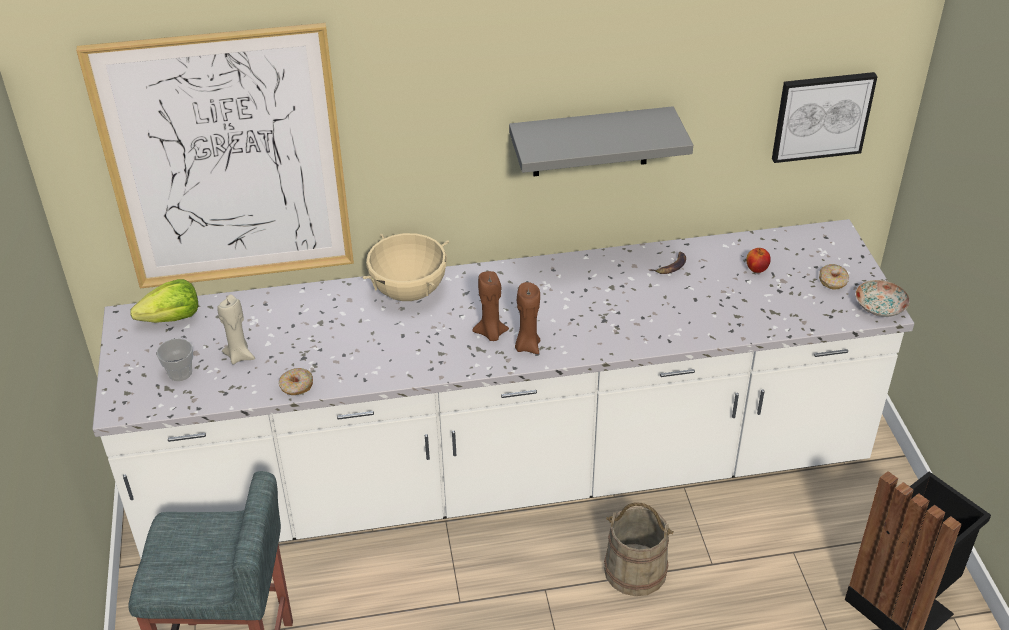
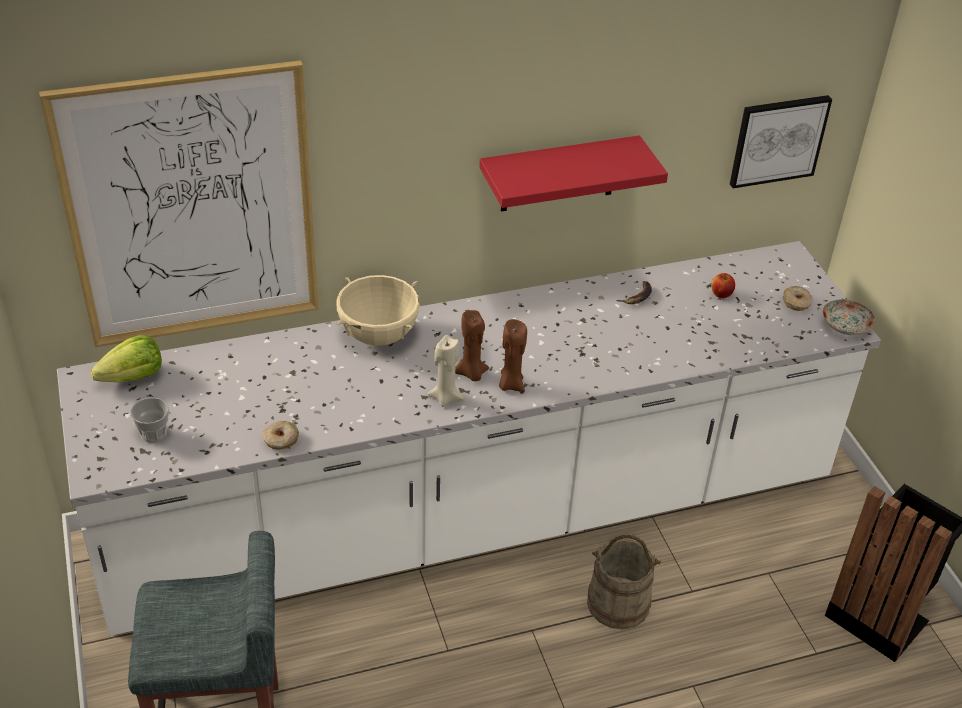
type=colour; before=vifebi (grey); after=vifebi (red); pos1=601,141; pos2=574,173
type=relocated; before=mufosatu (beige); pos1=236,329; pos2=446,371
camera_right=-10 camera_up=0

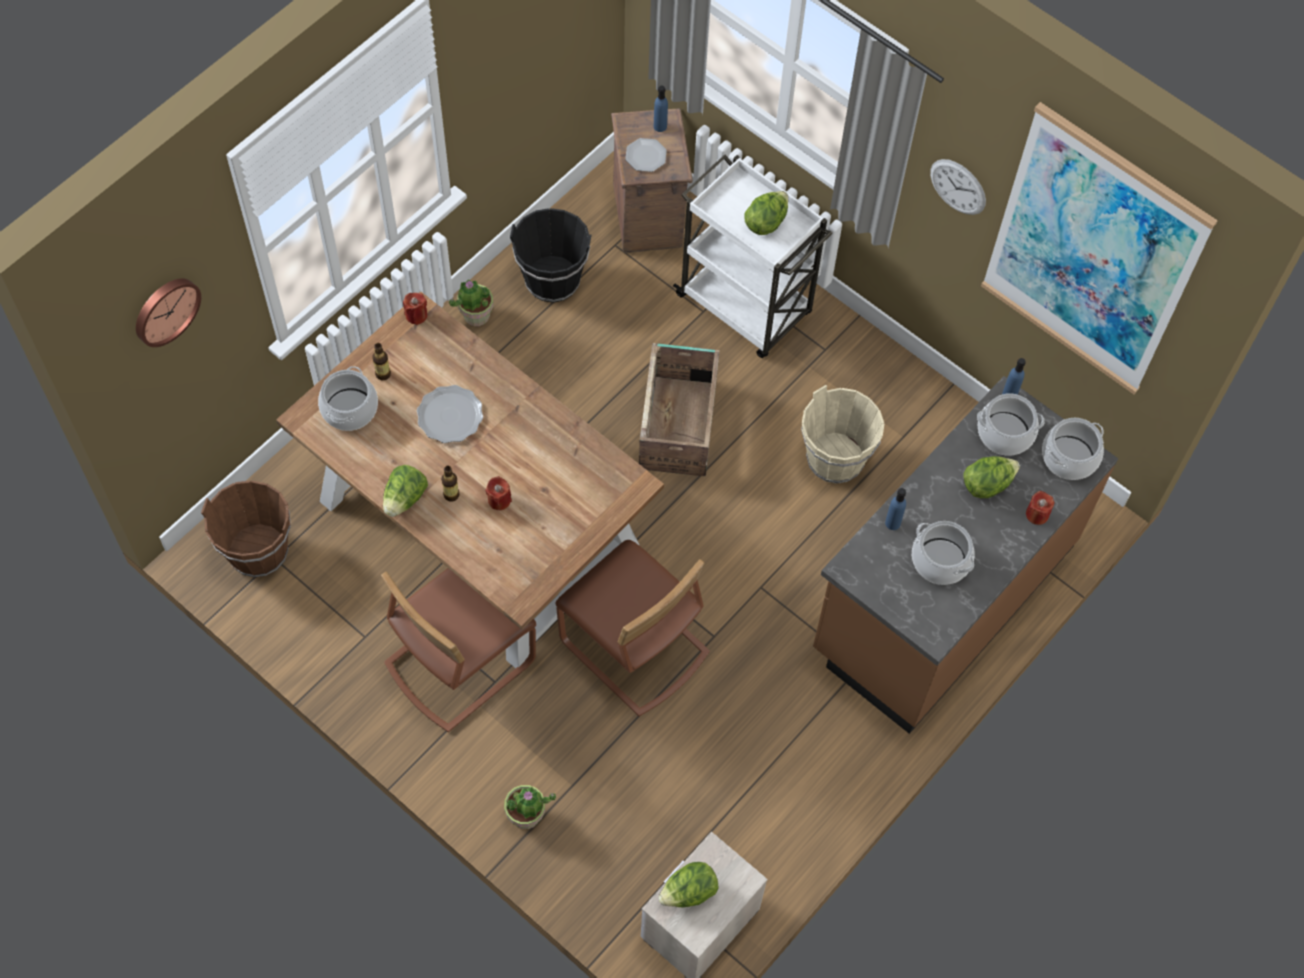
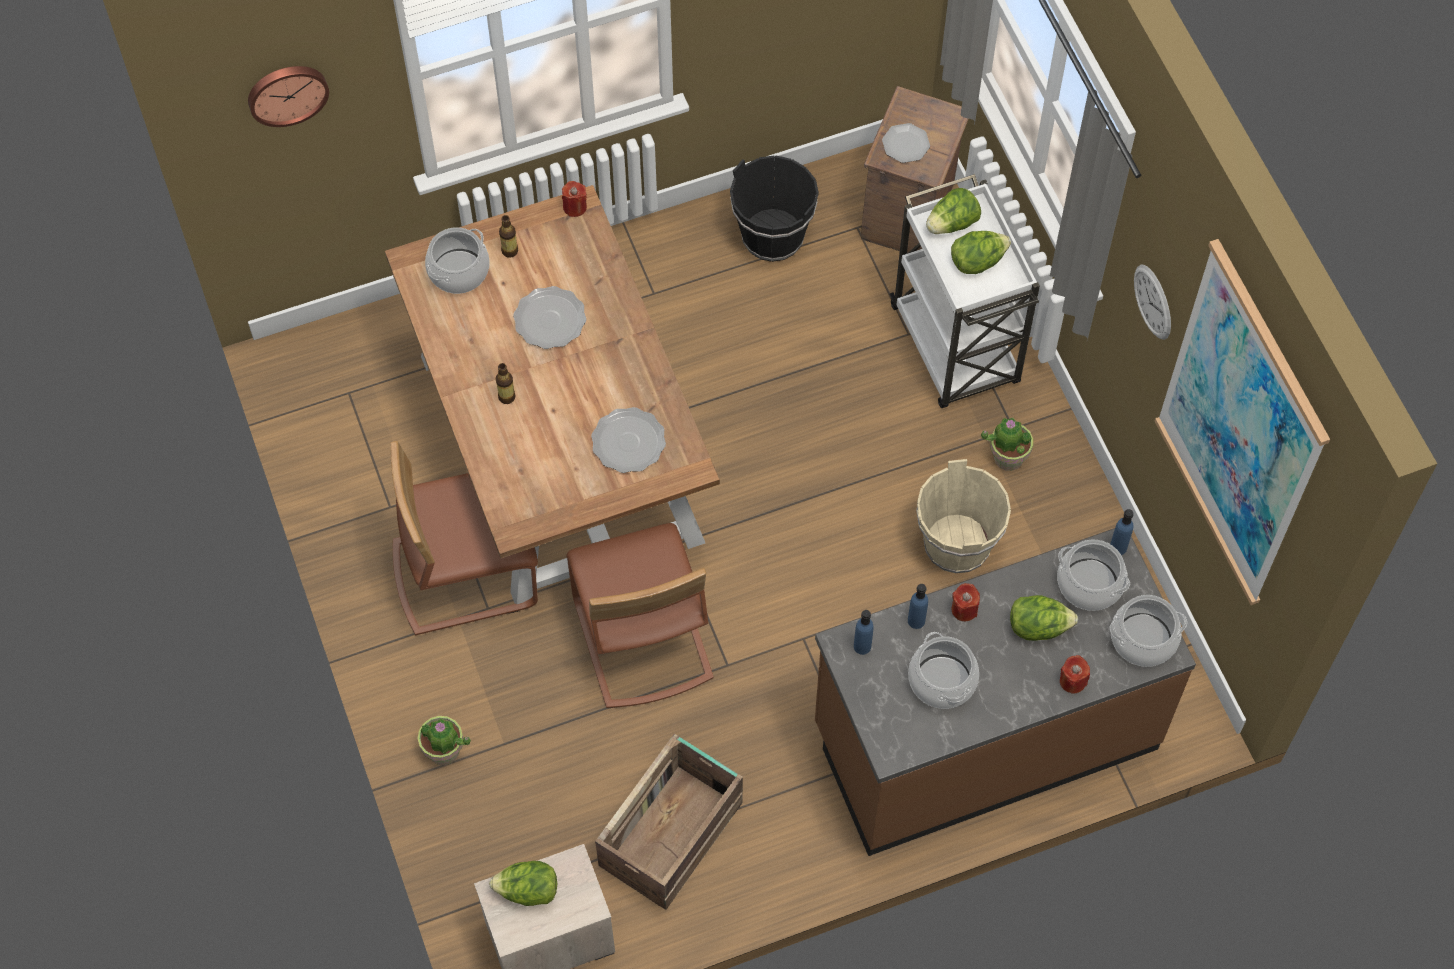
type=relocated; before=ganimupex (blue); pos1=661,109; pos2=863,632
type=relocated; before=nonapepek; pos1=471,302; pos2=1007,444
type=relocated; before=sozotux; pos1=679,410; pos2=669,822
type=relocated; before=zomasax; pos1=405,491; pos2=953,211
type=relocated; before=mufosatu (red); pos1=498,493; pos2=966,602
type=missing; before=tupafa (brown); pos1=246,528
type=appeared; after=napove; pos2=628,440
camera_right=30 camera_up=0

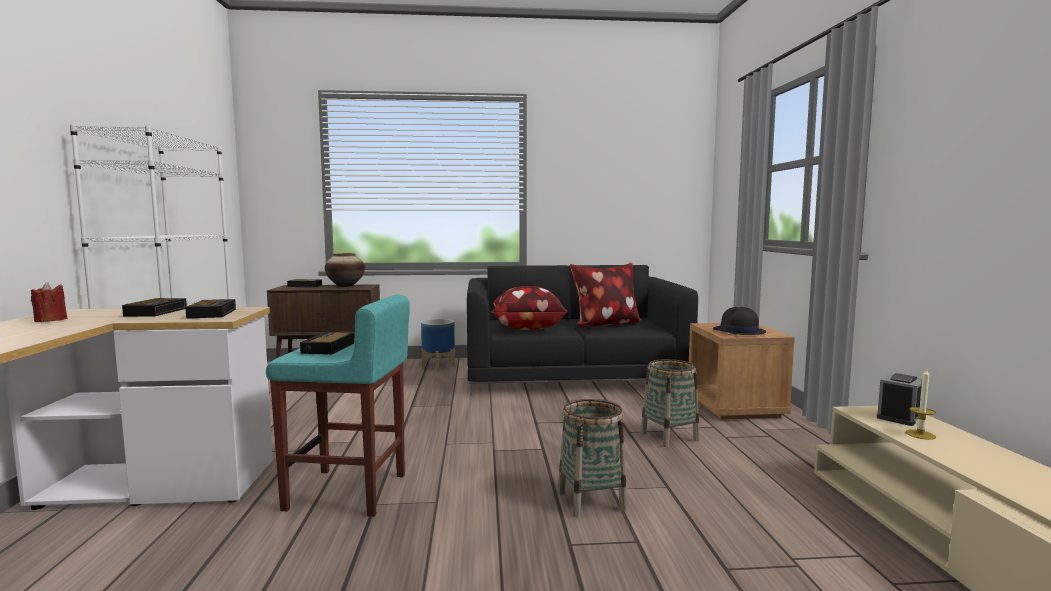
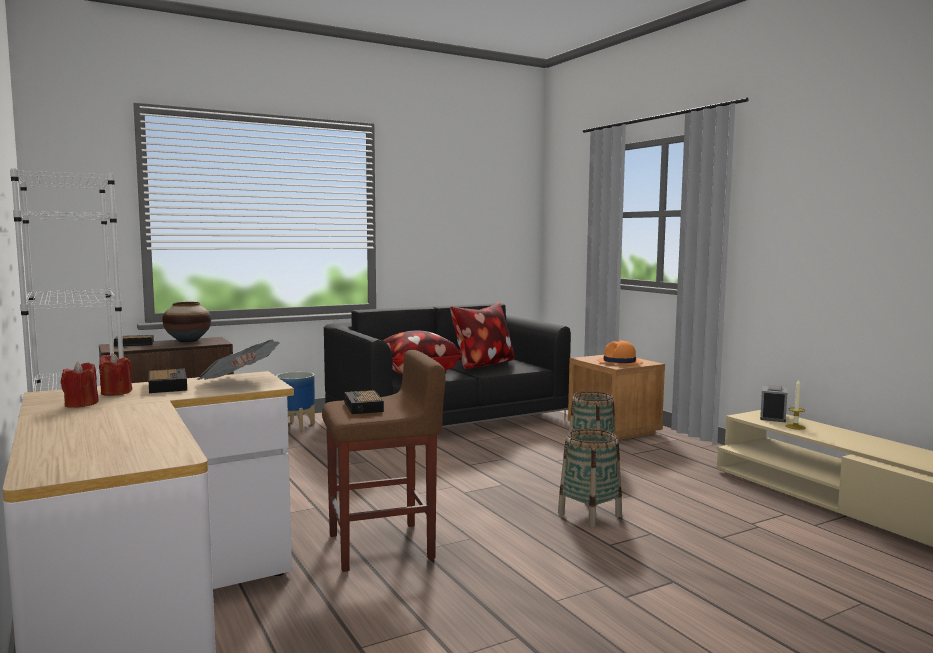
type=colour; before=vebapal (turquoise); after=vebapal (brown); pos1=338,405; pos2=384,461
type=exchanged; before=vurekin; after=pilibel; pos1=210,309; pos2=237,360
type=colour; before=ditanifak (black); after=ditanifak (orange); pos1=739,321; pos2=619,353
type=appeared; after=mufosatu (red); pos2=115,374
camera_right=-25 camera_up=0

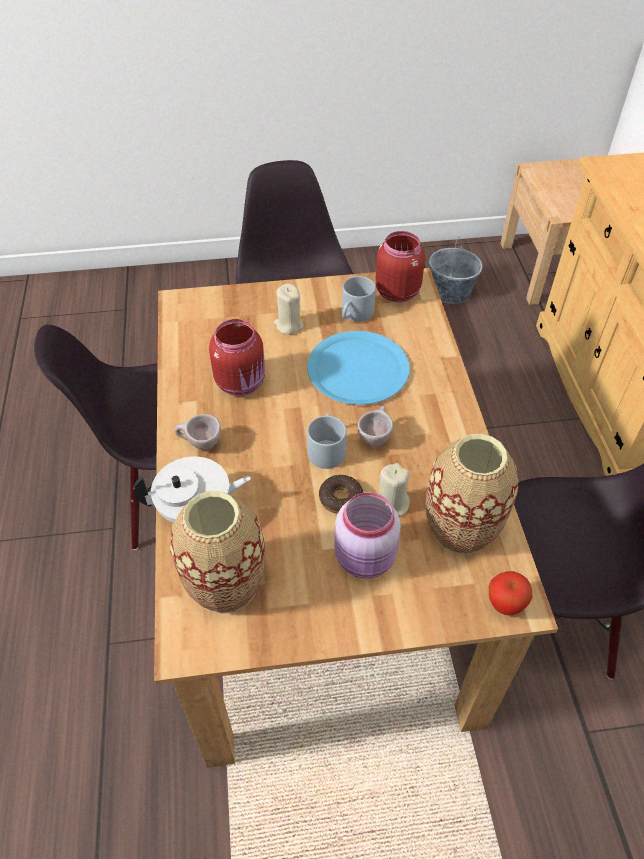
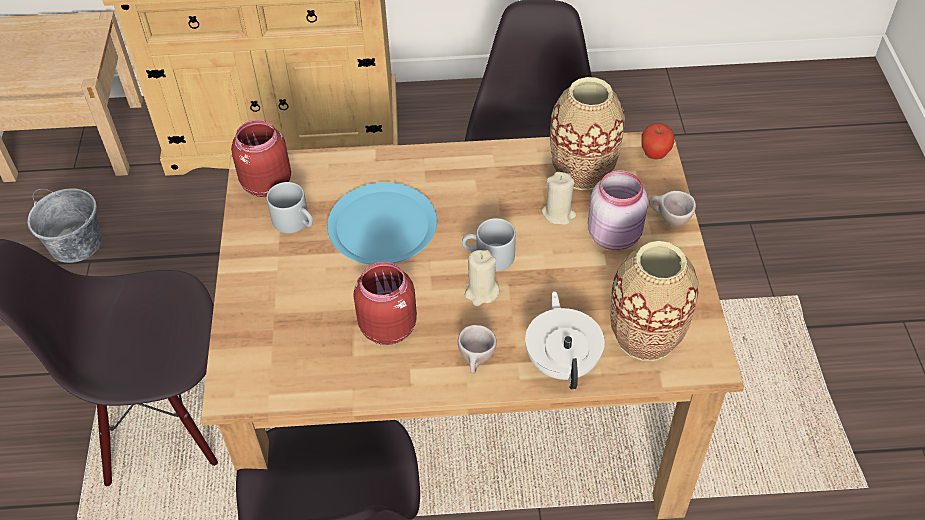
type=relocated; before=mufosatu (beige); pos1=289,309; pos2=482,278
type=relocated; before=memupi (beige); pos1=375,426; pos2=672,208
type=missing; before=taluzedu; pos1=341,494
camera_right=-85 camera_up=0

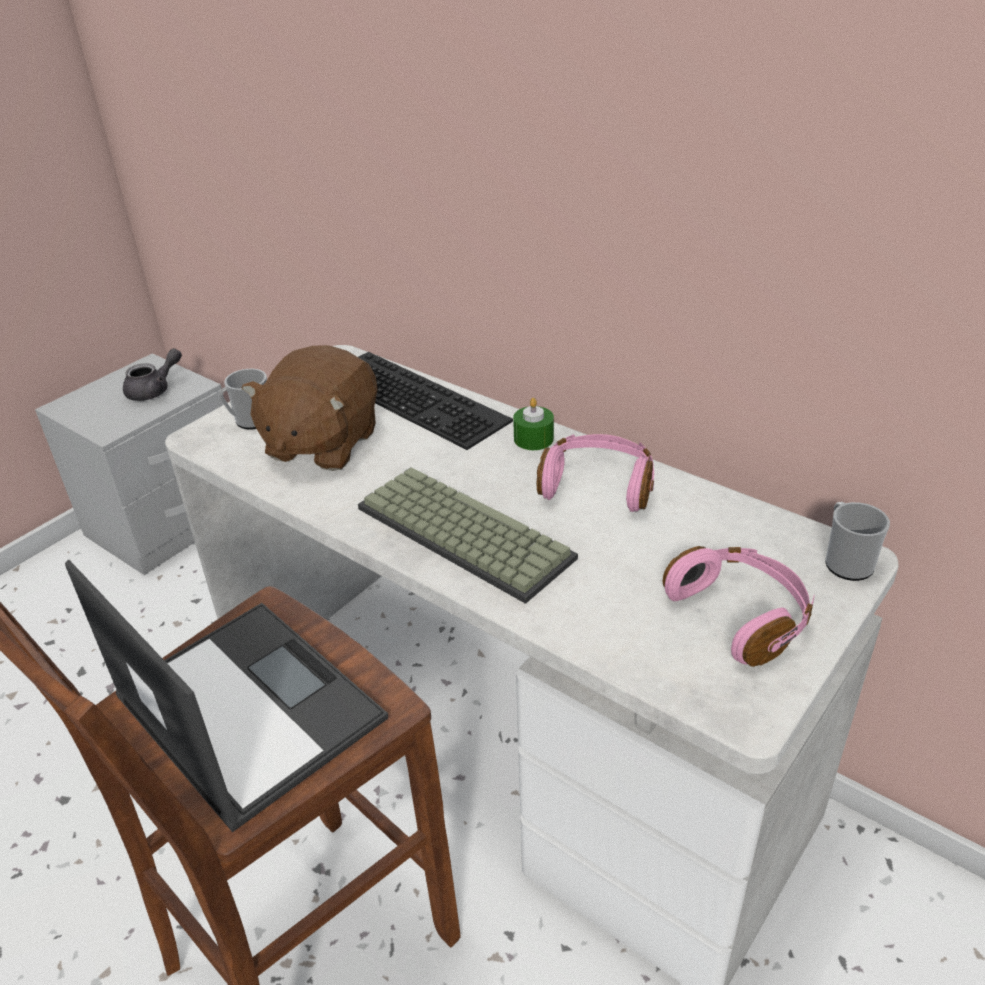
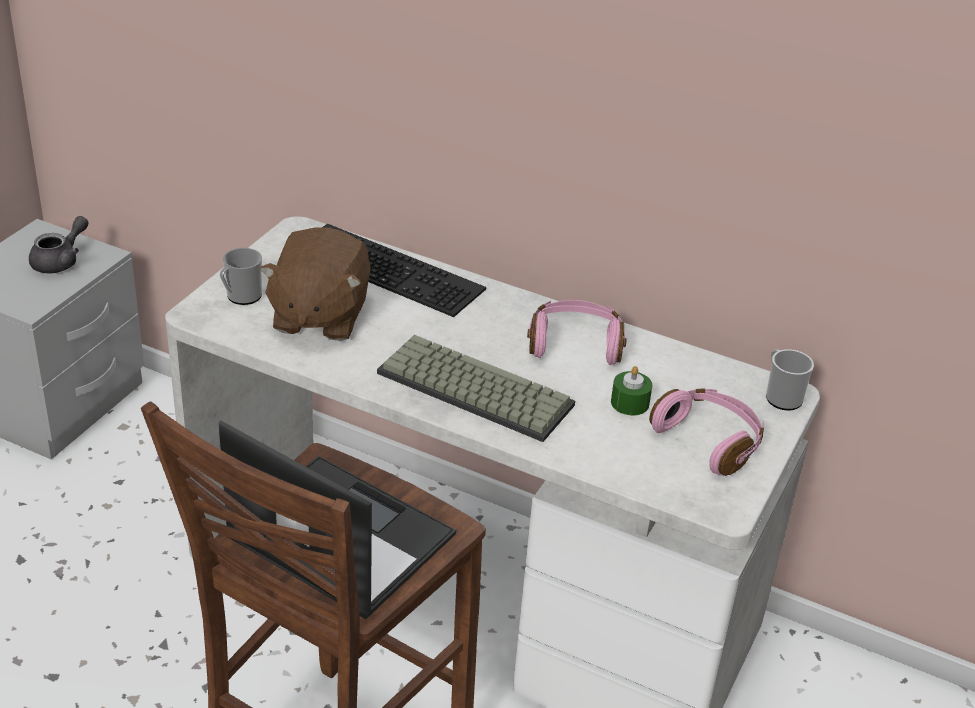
type=relocated; before=mufosatu (green); pos1=533,424; pos2=631,390
camera_right=-15 camera_up=0

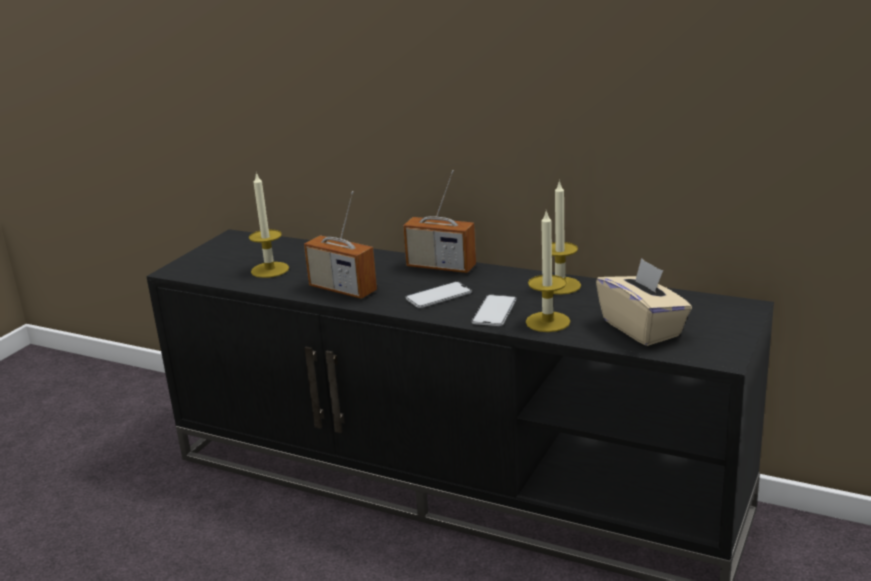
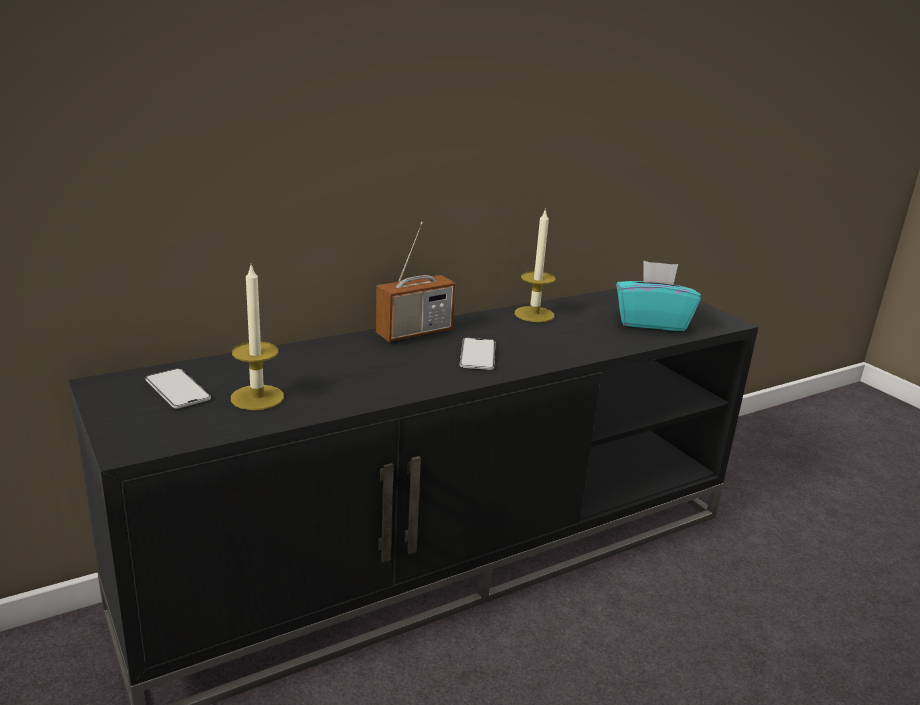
type=missing; before=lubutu; pos1=340,245
type=missing; before=mufosatu; pos1=548,271
type=colour; before=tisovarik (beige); after=tisovarik (turquoise); pos1=644,302; pos2=658,296
type=relocated; before=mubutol; pos1=494,310; pos2=178,389
camera_right=-60 camera_up=0

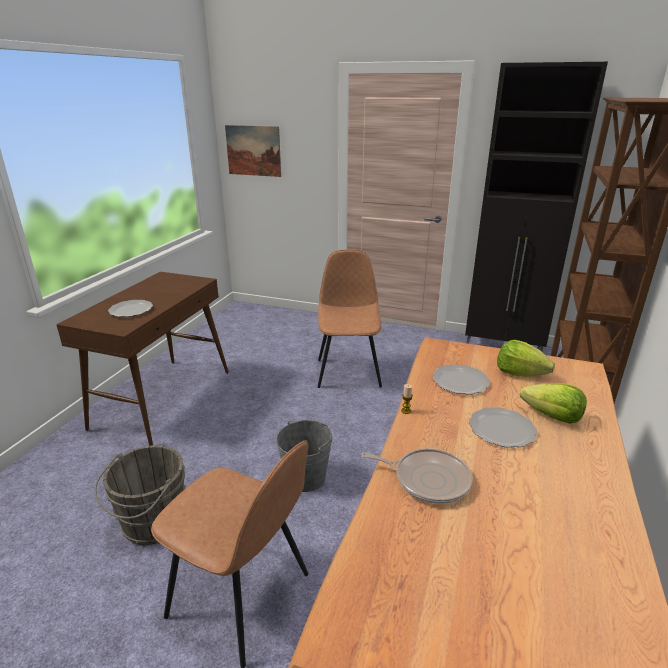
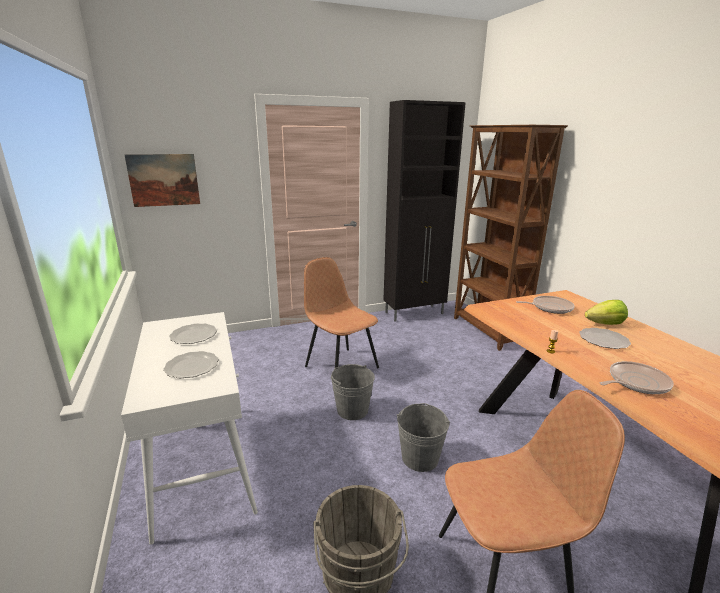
type=colour; before=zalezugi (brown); after=zalezugi (white); pos1=142,359; pos2=189,428
type=exchanged; before=zomasax; after=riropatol; pos1=526,358; pos2=545,305
type=relocated; before=napove; pos1=461,379; pos2=193,334
type=appeared; after=tupafa (grey); pos2=353,392
camera_right=-40 camera_up=-5

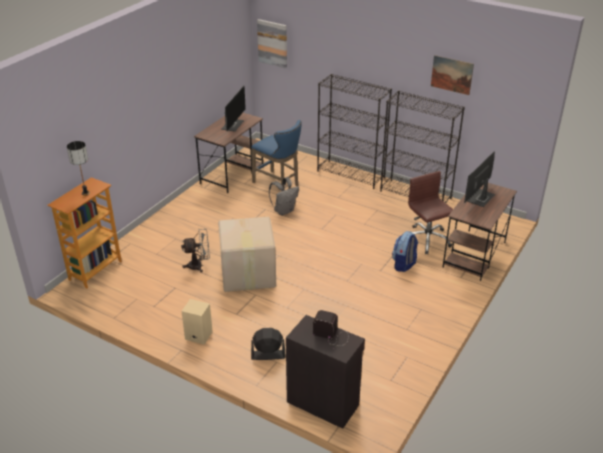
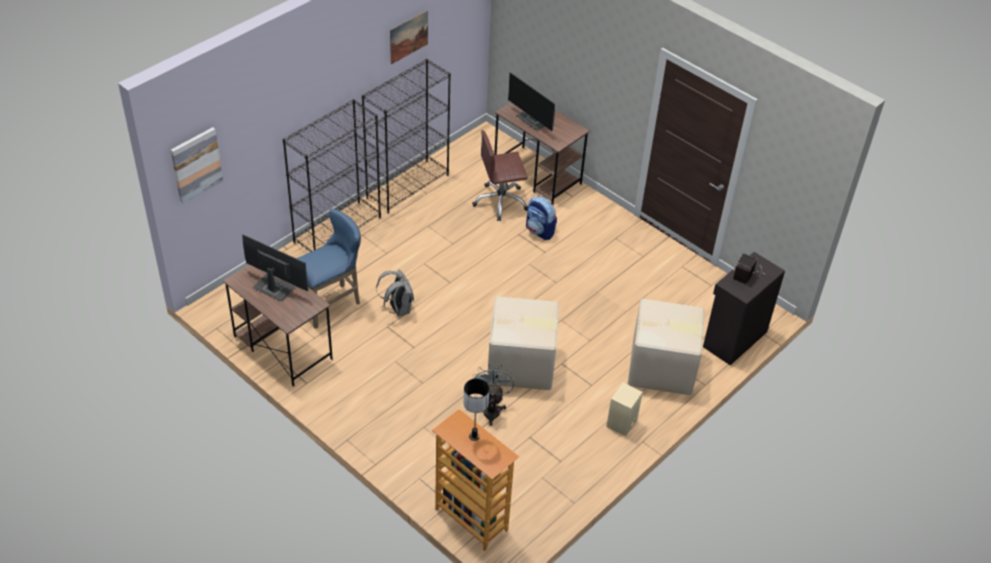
type=exchanged; before=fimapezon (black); after=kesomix; pos1=268,344; pos2=666,347
camera_right=-80 camera_up=10

